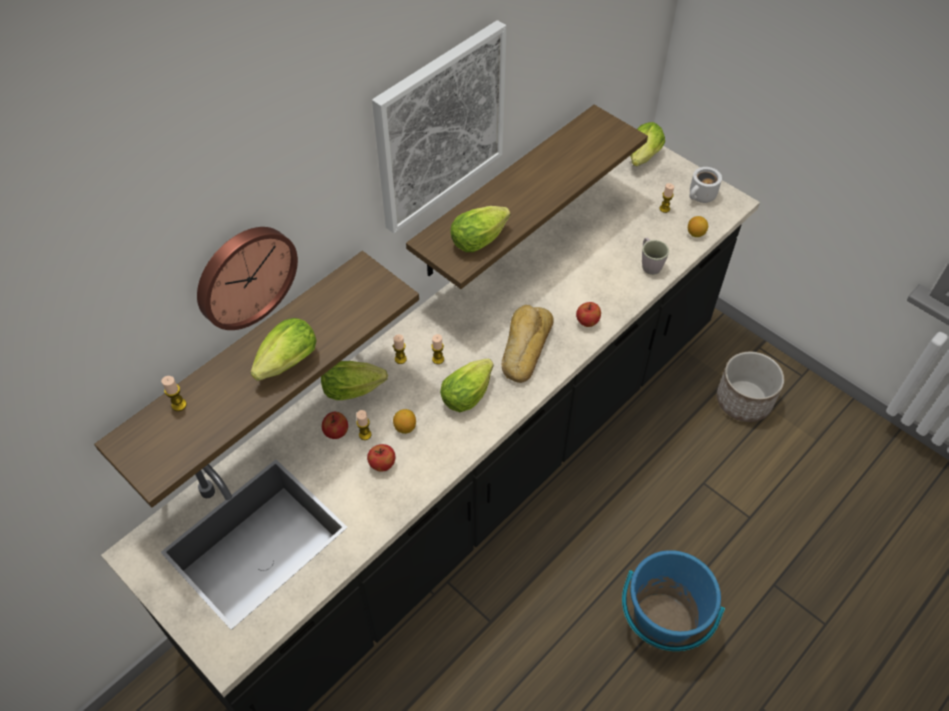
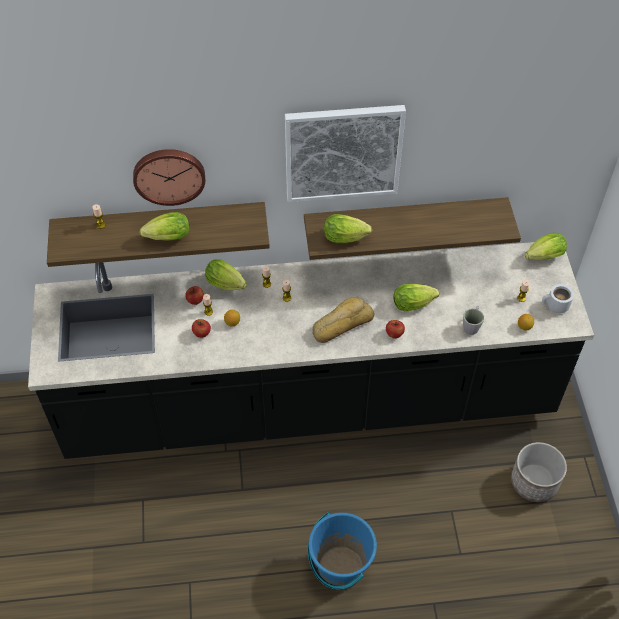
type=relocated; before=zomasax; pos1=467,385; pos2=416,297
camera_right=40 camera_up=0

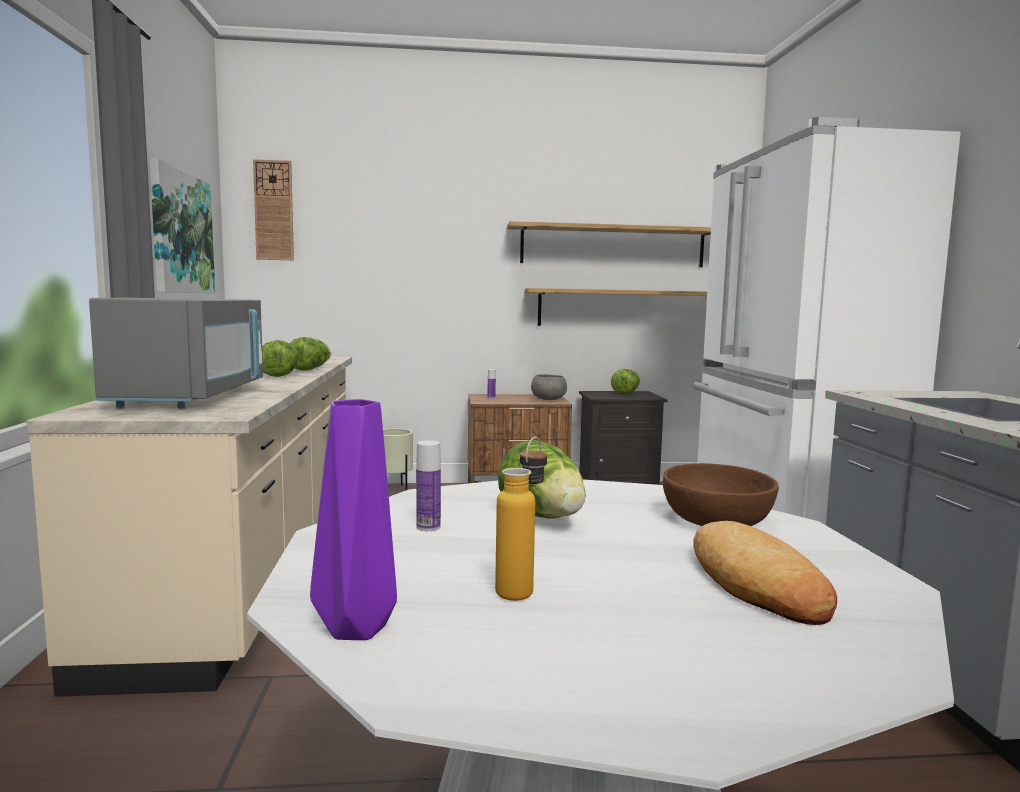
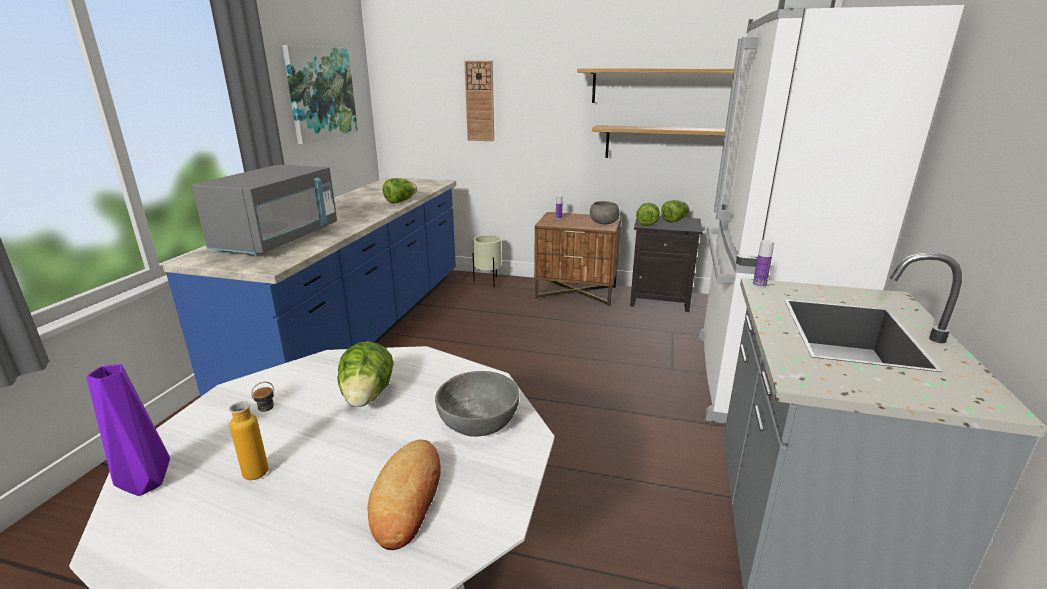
type=relocated; before=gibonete; pos1=273,209; pos2=479,101
type=relocated; before=zomasax; pos1=280,358; pos2=648,214
type=colour; before=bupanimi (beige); after=bupanimi (blue); pos1=189,526; pos2=309,286
type=relocated; before=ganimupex; pos1=428,485; pos2=763,263
type=colour; before=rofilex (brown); after=rofilex (grey); pos1=721,494; pos2=477,404
camera_right=20 camera_up=15

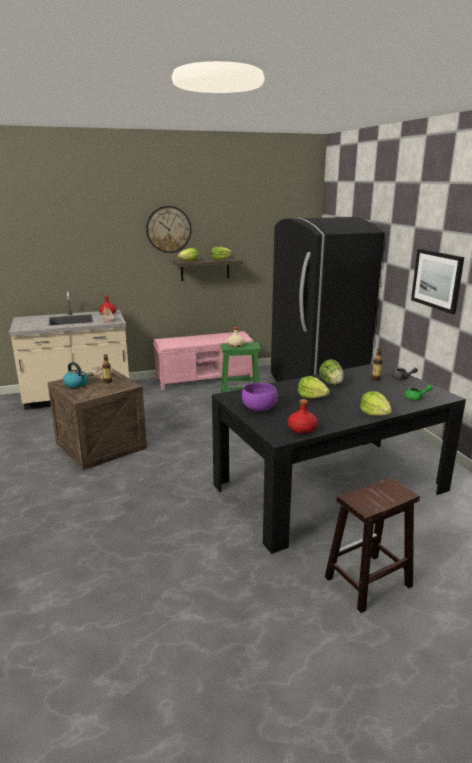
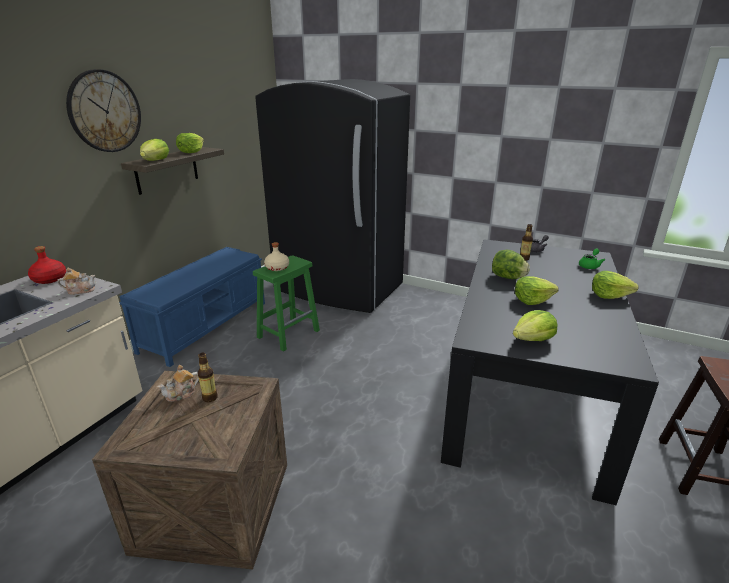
type=missing; before=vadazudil; pos1=437,281
type=colour; before=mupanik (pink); after=mupanik (blue); pos1=203,360; pos2=192,307
type=missing; before=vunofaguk; pos1=75,375
type=exchanged; before=rofilex (purple); after=zomasax; pos1=260,397; pos2=535,325
type=missing; before=ganimupex (red); pos1=303,416
camera_right=-45 camera_up=5

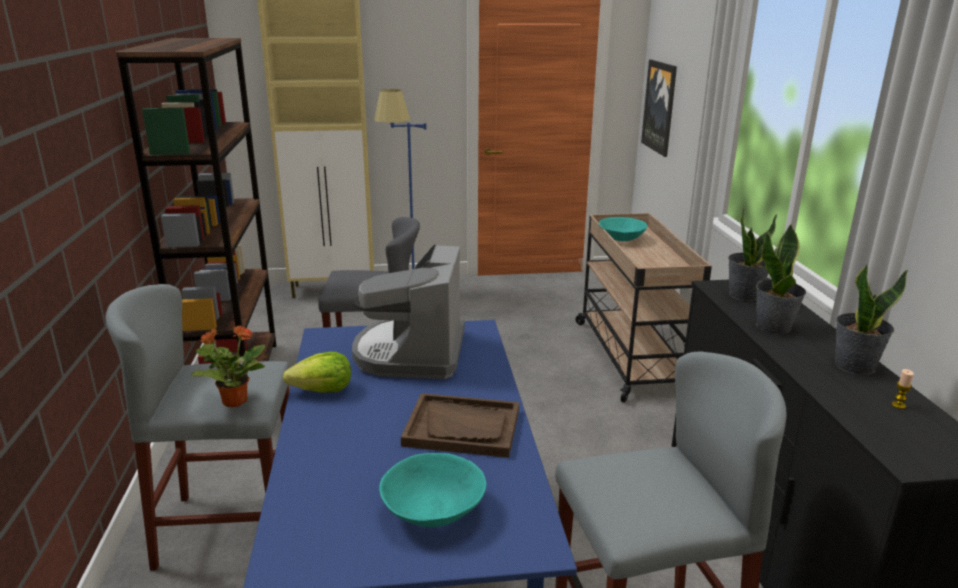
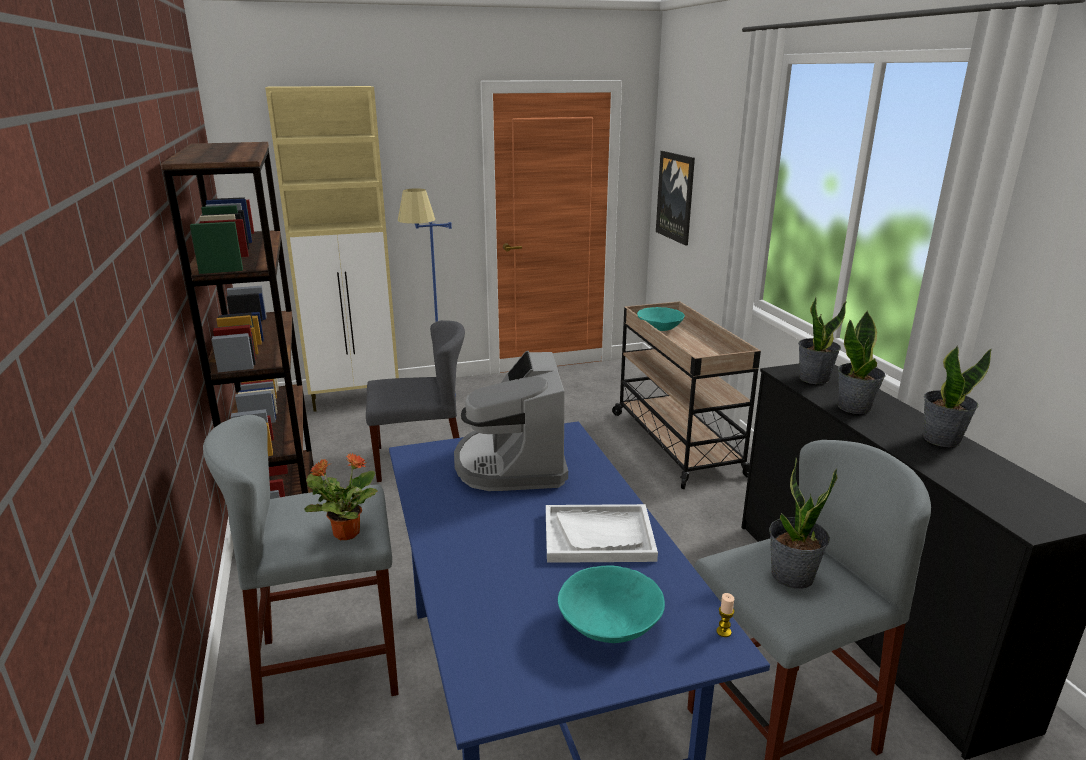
type=missing; before=zomasax; pos1=317,372
type=relocated; before=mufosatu; pos1=903,389; pos2=725,615
type=colour; before=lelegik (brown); after=lelegik (white); pos1=460,425; pos2=602,533
type=appeared; after=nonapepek; pos2=803,523
camera_right=-10 camera_up=0

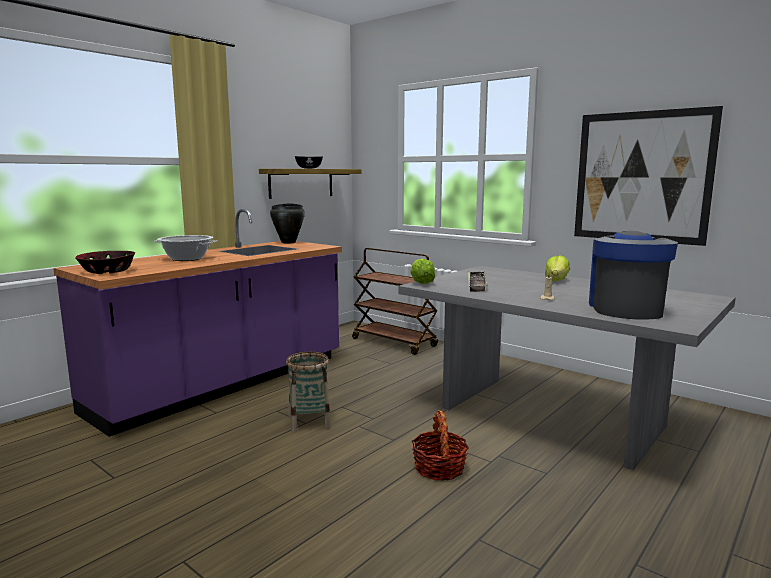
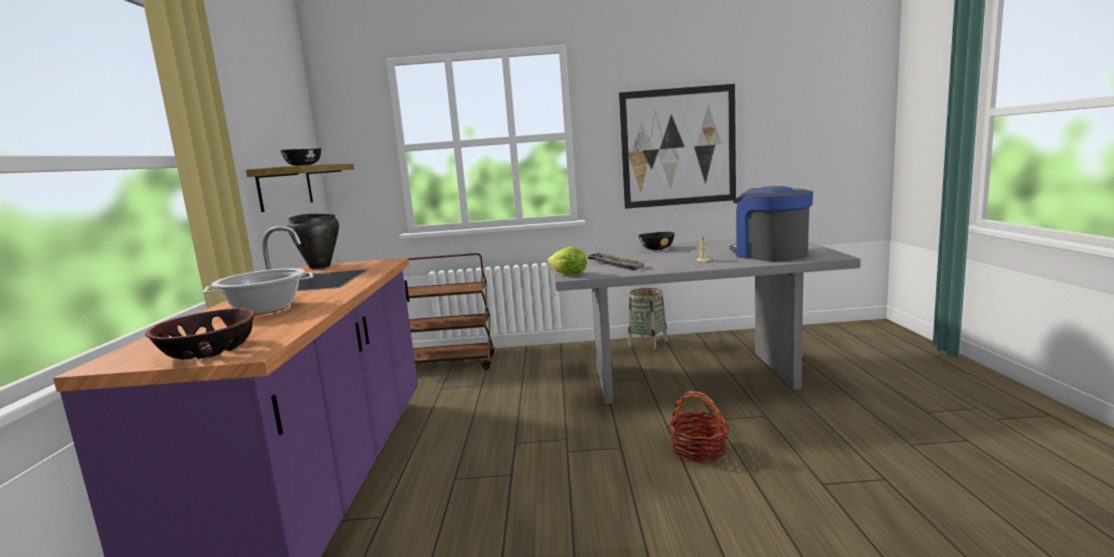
type=exchanged; before=zomasax; after=rofilex (black); pos1=557,268; pos2=657,241
type=relocated; before=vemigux; pos1=308,392; pos2=648,319
camera_right=-40 camera_up=0

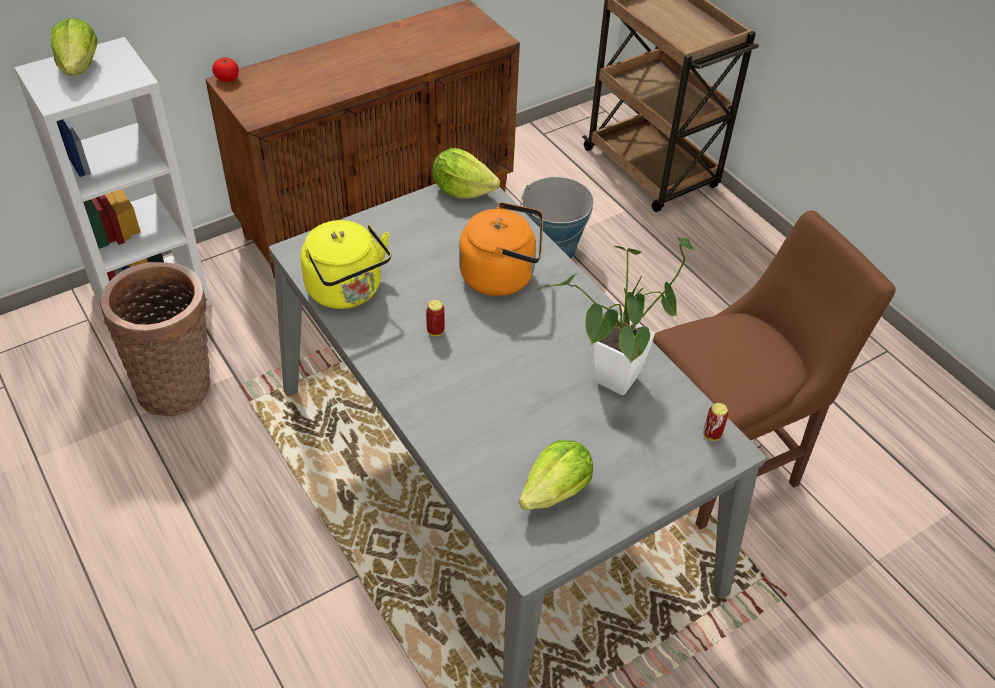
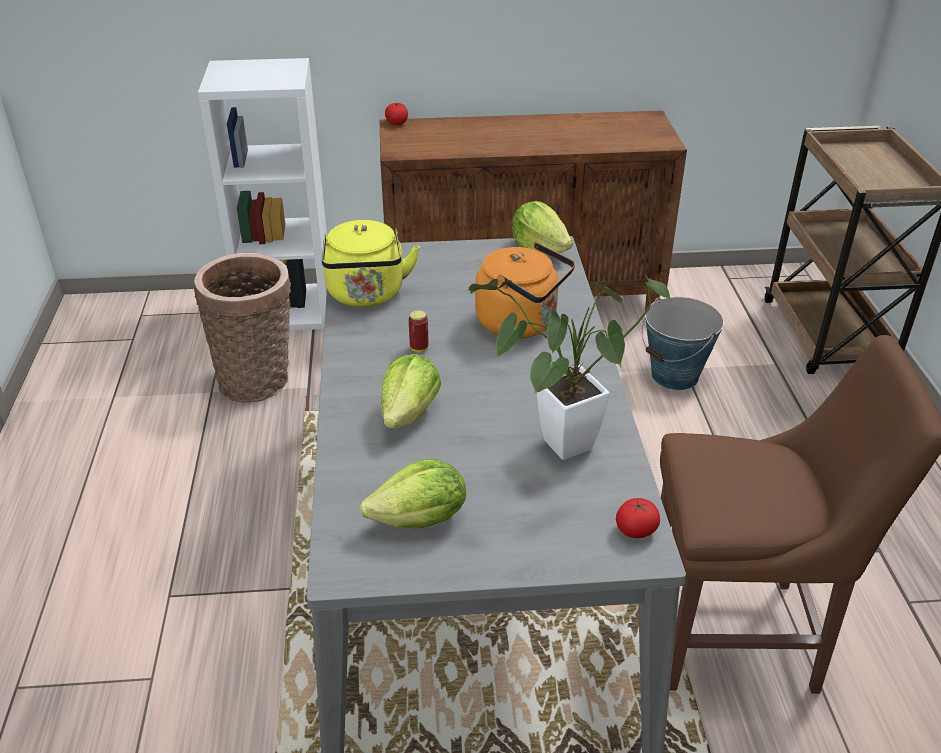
type=relocated; before=zomasax; pos1=74,47; pos2=411,391
type=exchanged; before=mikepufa; after=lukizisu; pos1=716,422; pos2=638,518
camera_right=30 camera_up=-10

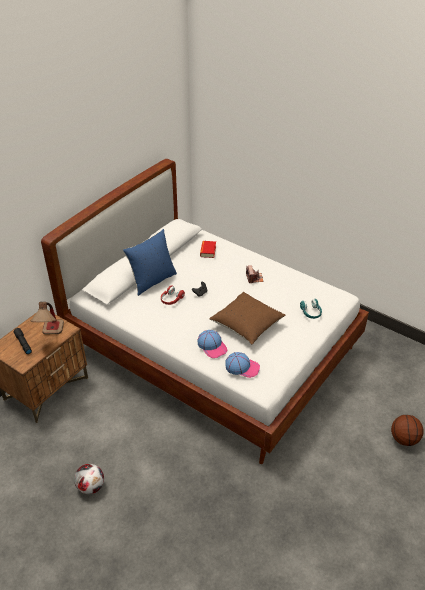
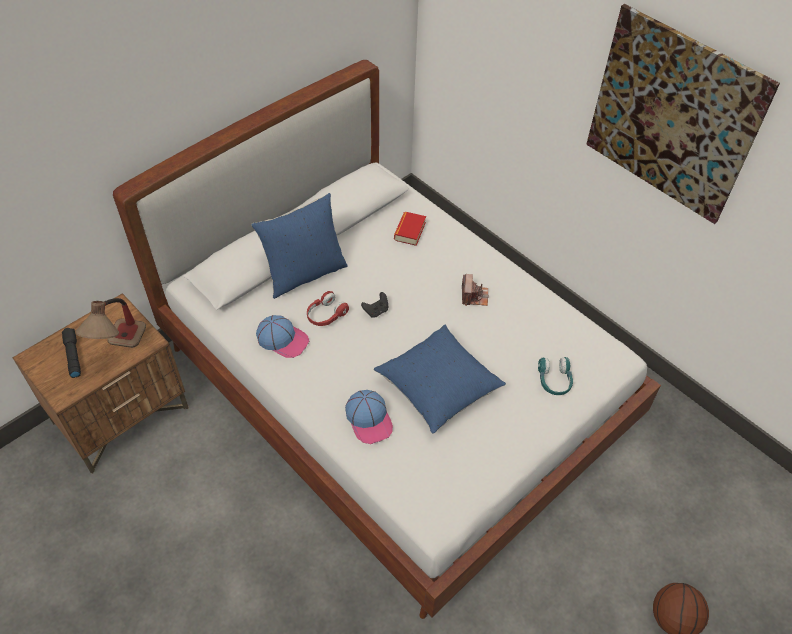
type=colour; before=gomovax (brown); after=gomovax (blue); pos1=247,318; pos2=440,379
type=relocated; before=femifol; pos1=242,365; pos2=282,336
type=missing; before=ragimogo; pos1=89,479
type=appeared; after=vadazudil; pos2=683,114
camera_right=10 camera_up=10

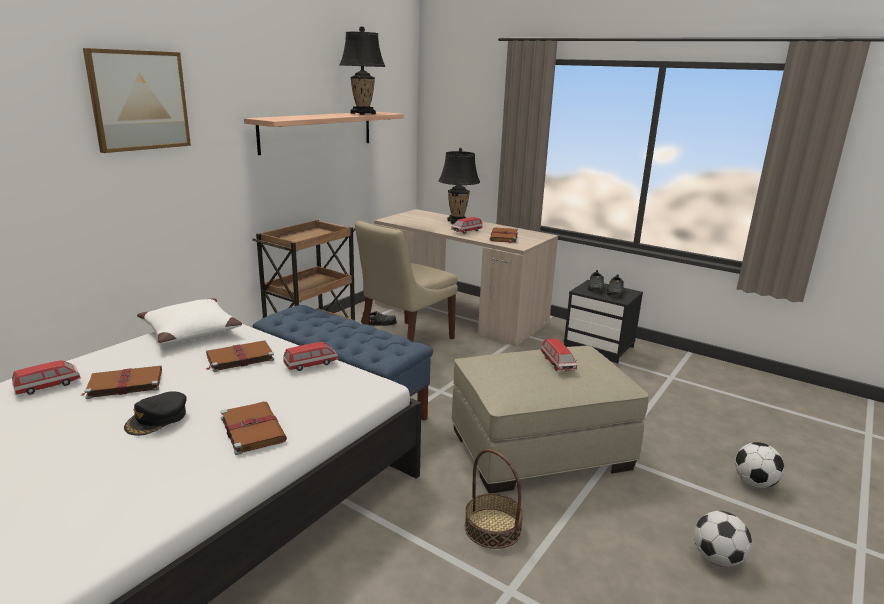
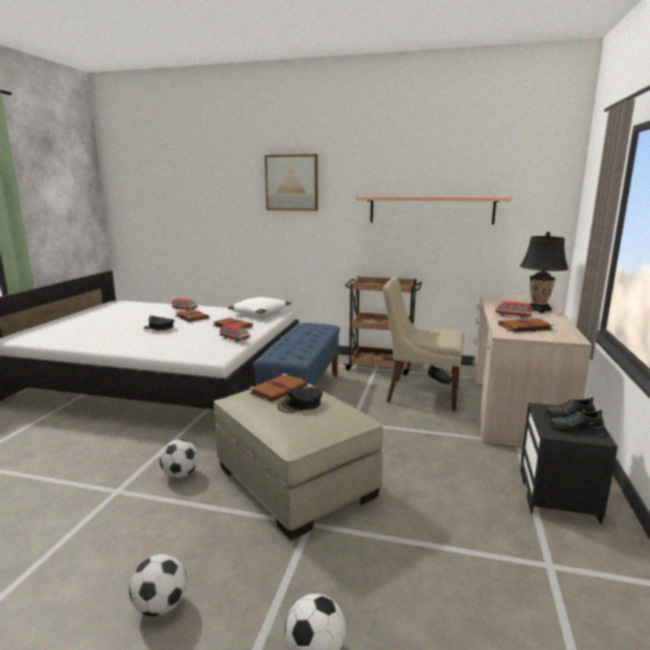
type=missing; before=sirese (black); pos1=362,70
type=exchanged; before=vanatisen; after=femifol (black); pos1=559,355; pos2=300,400
type=relocated; before=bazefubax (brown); pos1=254,428; pos2=278,388
type=exchanged; before=vemigux; after=ragimogo; pos1=494,499; pos2=179,458
camera_right=70 camera_up=-5

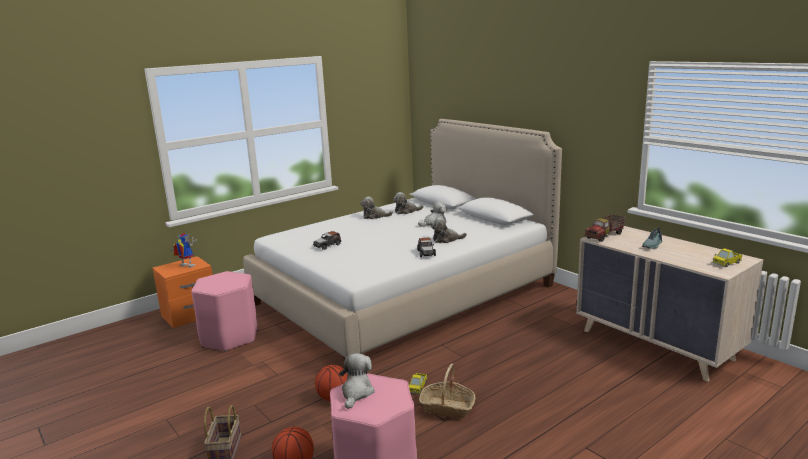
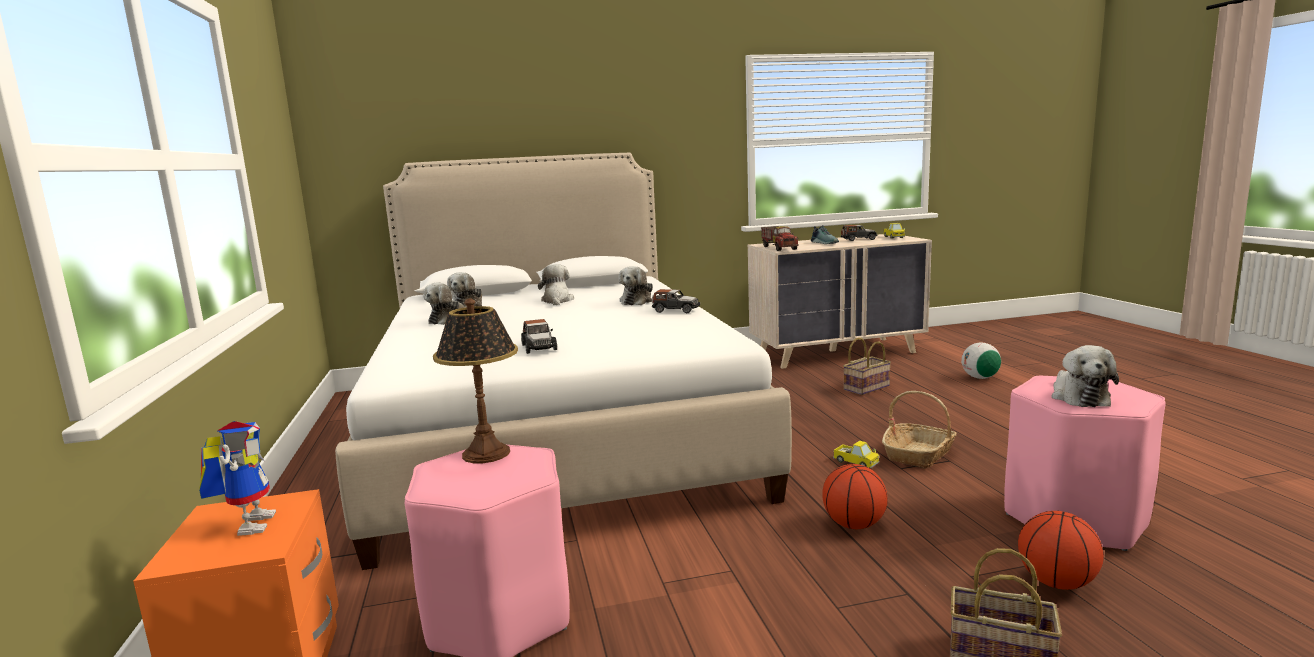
type=spun; before=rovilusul; pos1=184,250; pos2=237,478; turn=120
type=spun; before=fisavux; pos1=357,381; pos2=1085,376; turn=-120
type=appeared; after=vanatisen; pos2=859,233
type=appeared; after=sirese; pos2=475,381
type=appeared; after=vemigux; pos2=867,366
type=appeared; after=ragimogo; pos2=981,361
camera_right=-65 camera_up=-5

